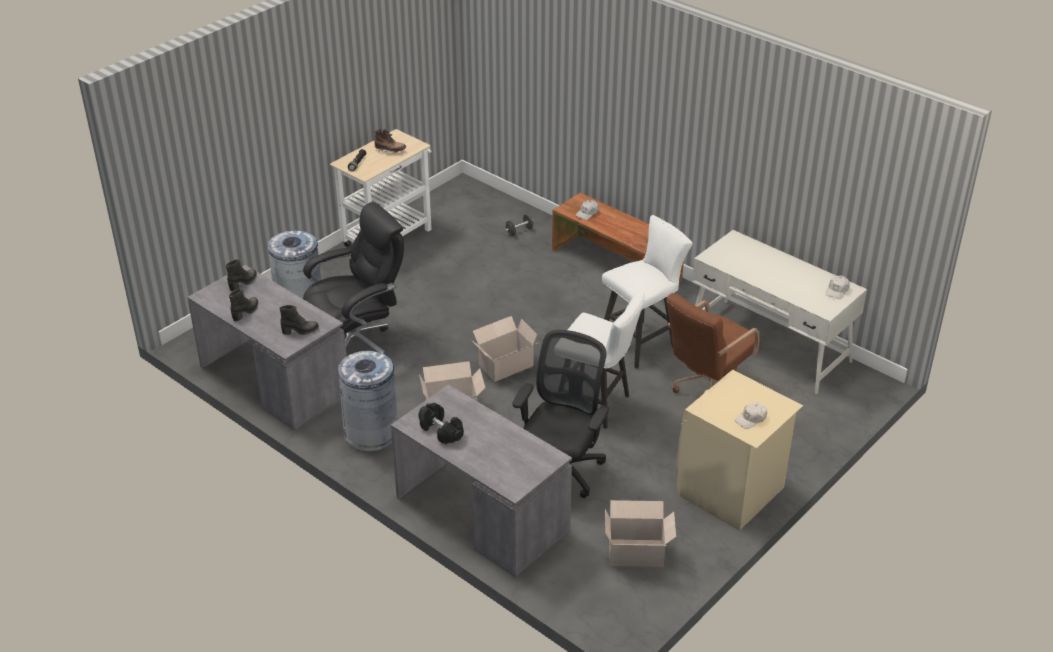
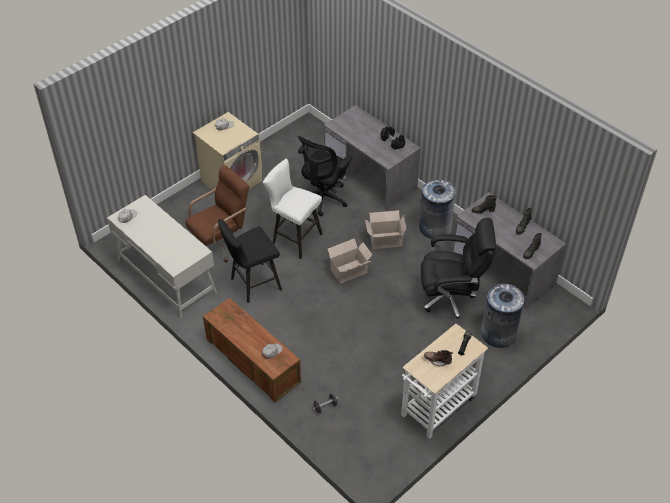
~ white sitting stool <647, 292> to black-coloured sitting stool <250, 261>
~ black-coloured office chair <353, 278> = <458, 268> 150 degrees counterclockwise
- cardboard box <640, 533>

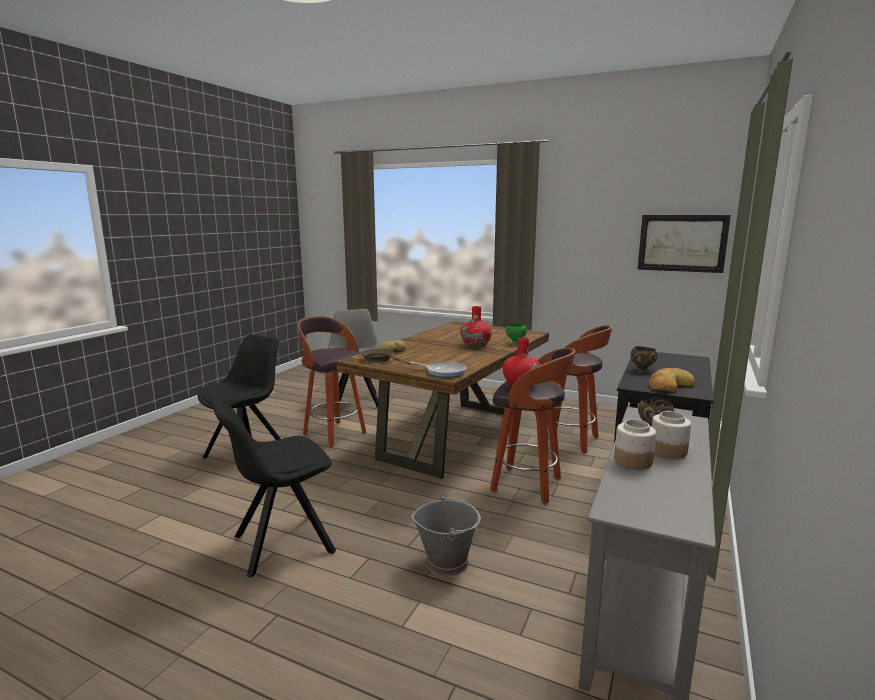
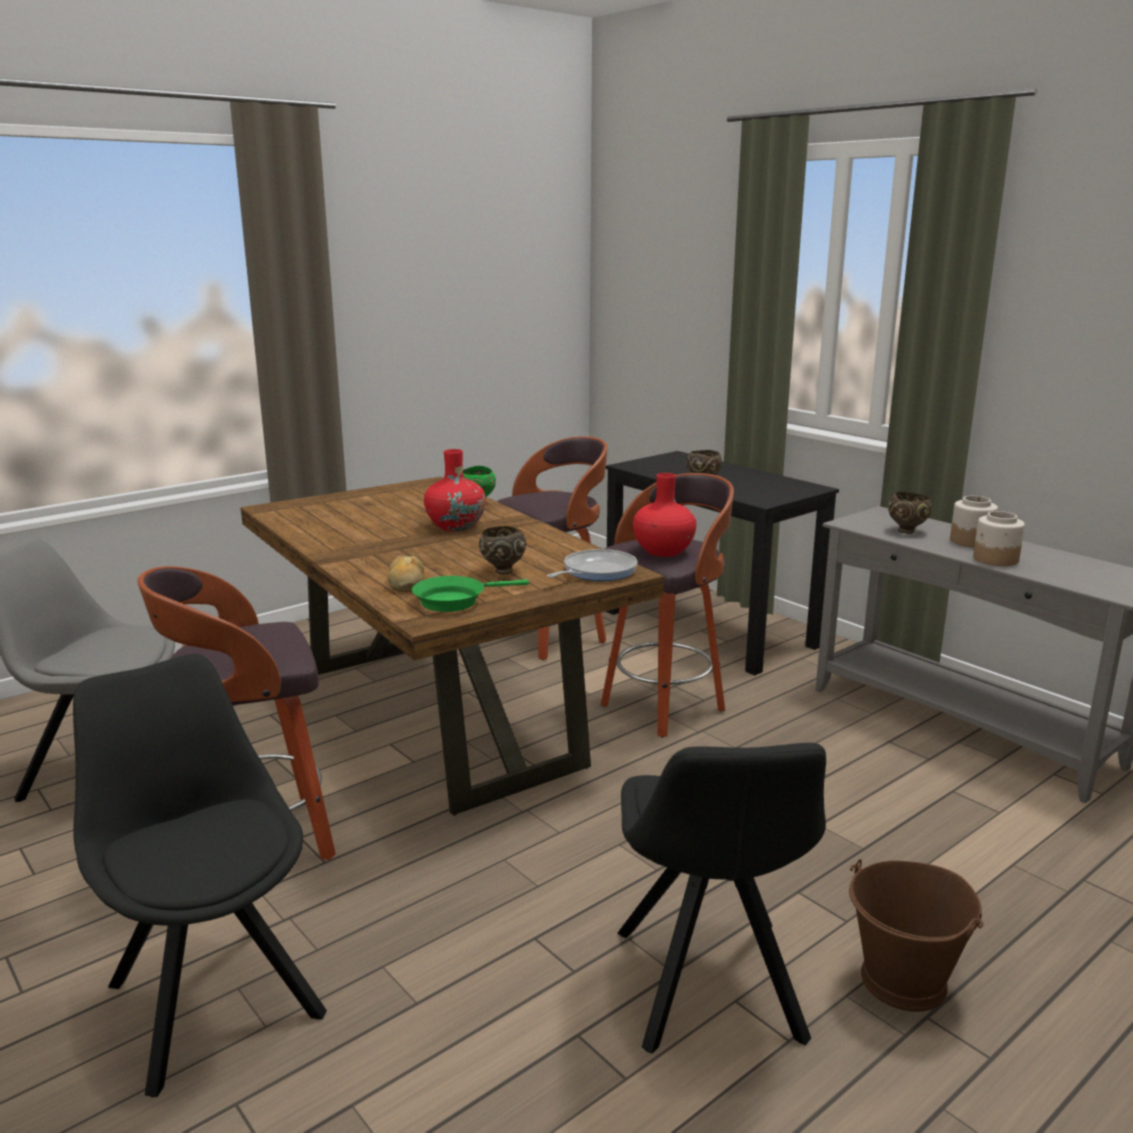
~ brown skillet <385, 357> to green skillet <470, 594>
+ brown serving bowl <502, 550>
+ brown water bucket <916, 935>
- greyish water bucket <446, 535>
- wall picture <684, 244>
- baked bread <672, 380>

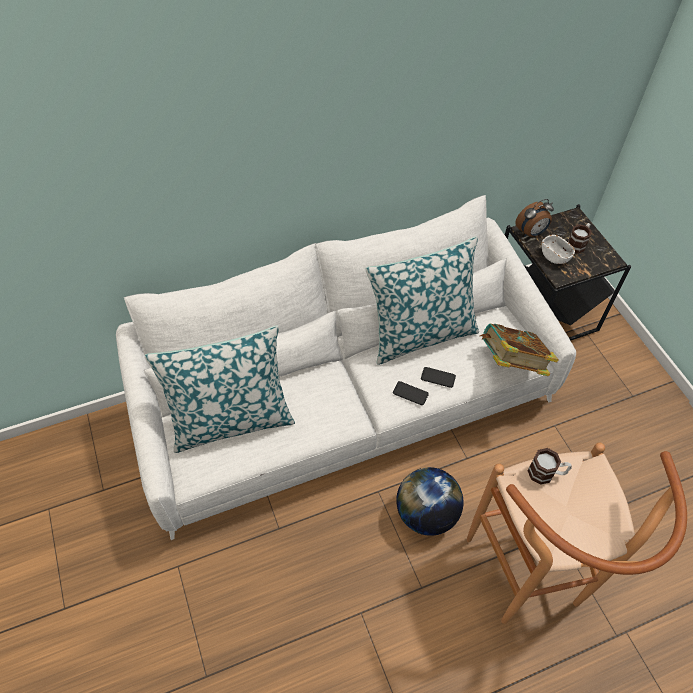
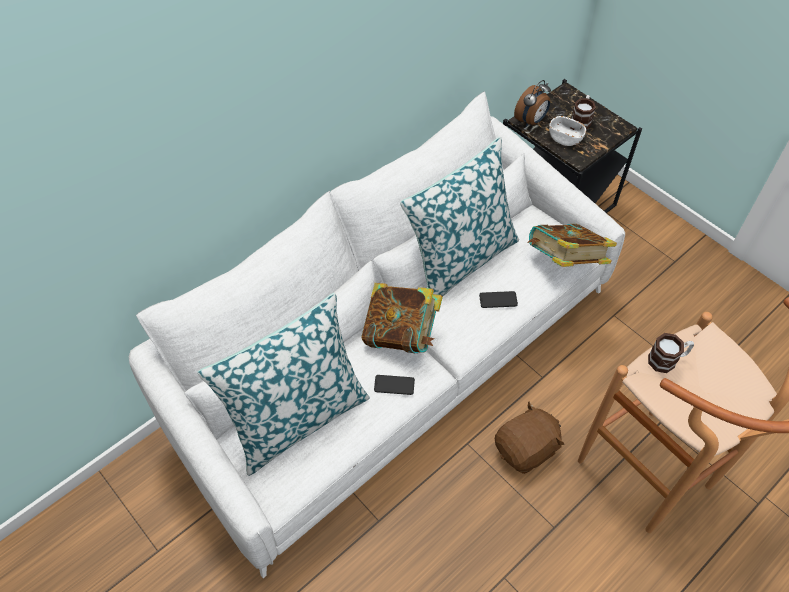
+ bound book <402, 318>
~ telephone <411, 393> to <394, 385>
~ world globe <429, 501> to brown soft toy <529, 438>

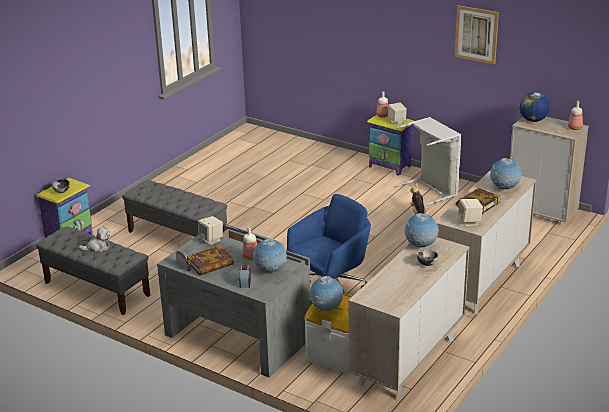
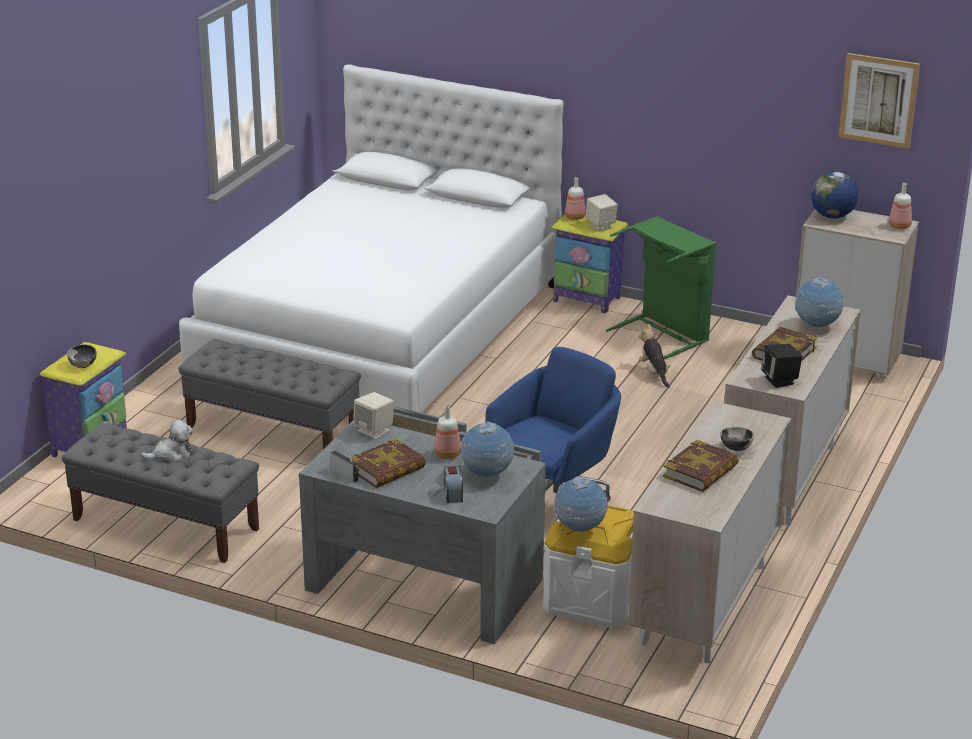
+ white bedroom bed <371, 238>
~ greyish hamper <429, 161> to green hamper <661, 287>
+ bound book <700, 466>
~ beige-coloured loudspeaker <470, 213> to black-coloured loudspeaker <781, 366>
~ wall picture <477, 35> to <879, 101>
- world globe <422, 230>

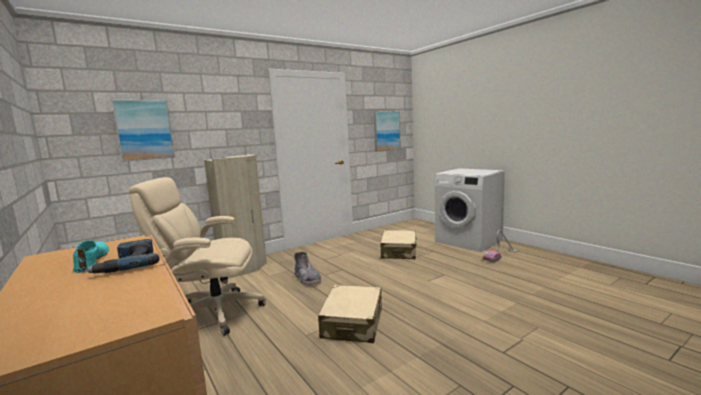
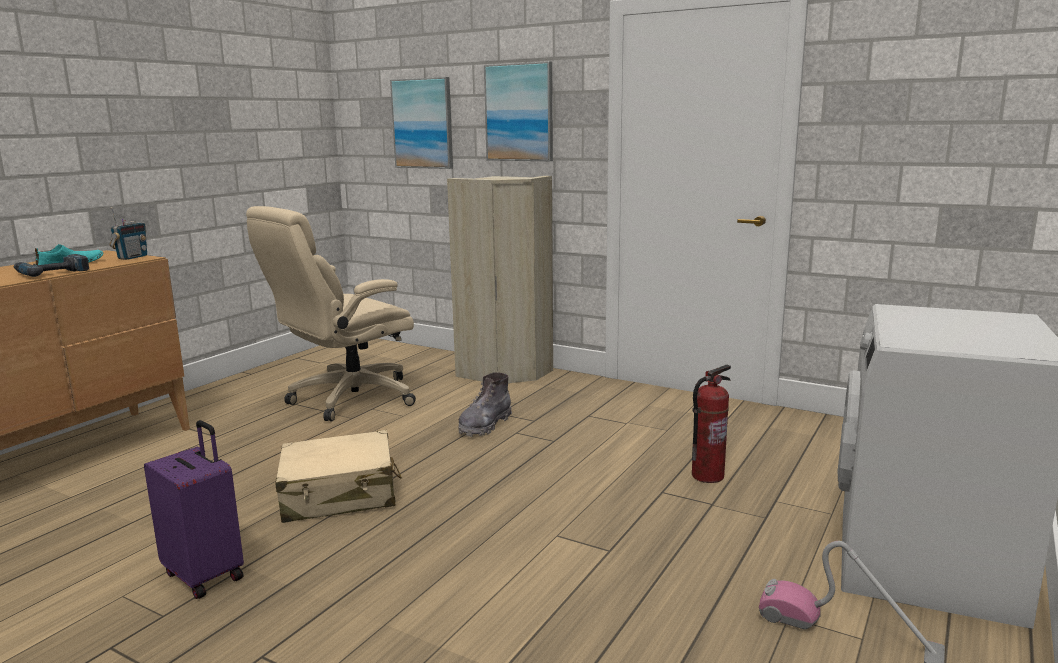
+ radio <128, 233>
+ purple travel case <194, 509>
~ beige-coloured office chair <197, 256> = <331, 313> 105 degrees counterclockwise
~ wall picture <387, 131> to <518, 111>
~ beige-coloured travel case <399, 244> to fire-fighting cylinder <711, 423>

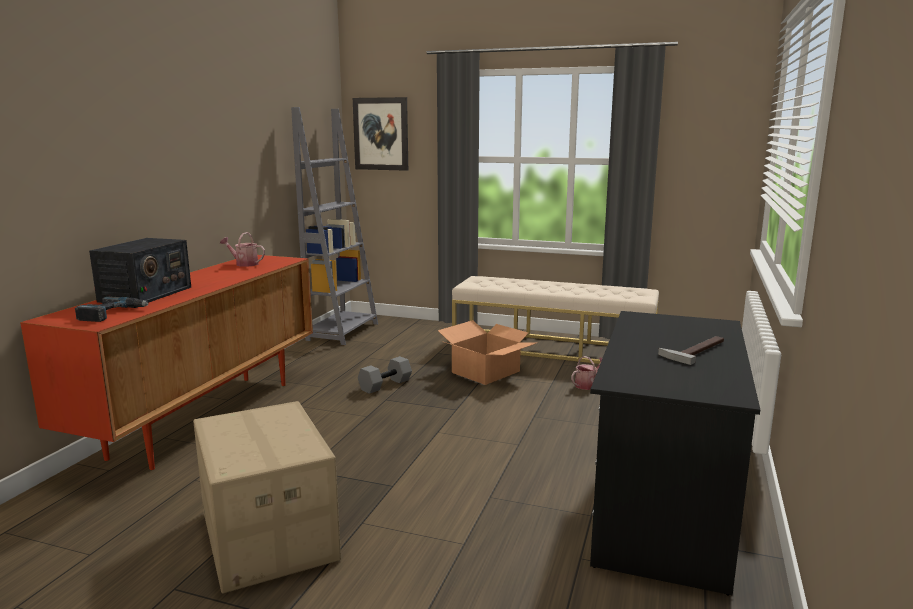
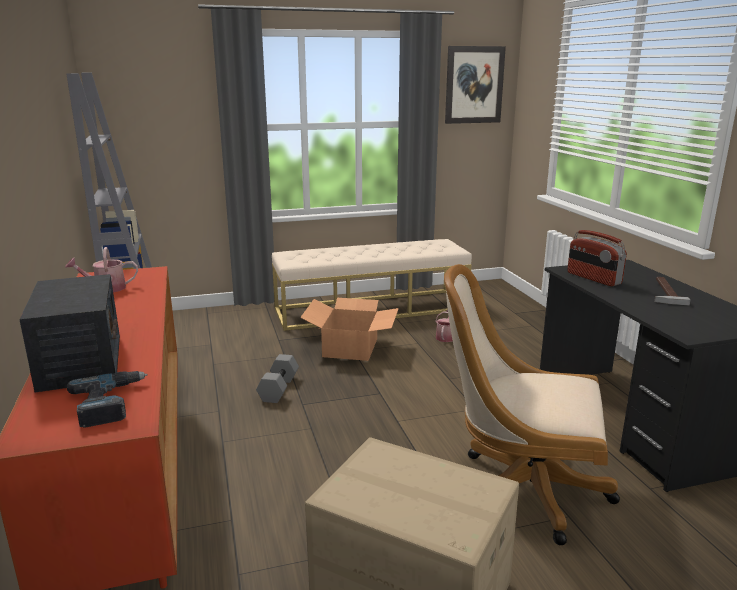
+ office chair <532, 404>
~ wall picture <380, 134> to <475, 85>
+ radio <597, 258>

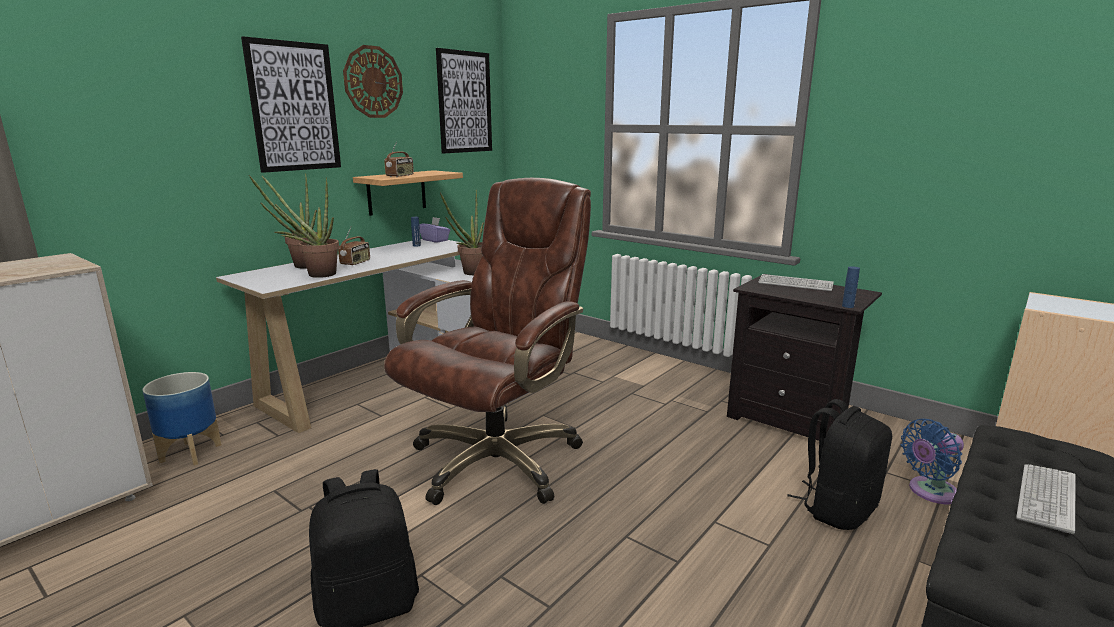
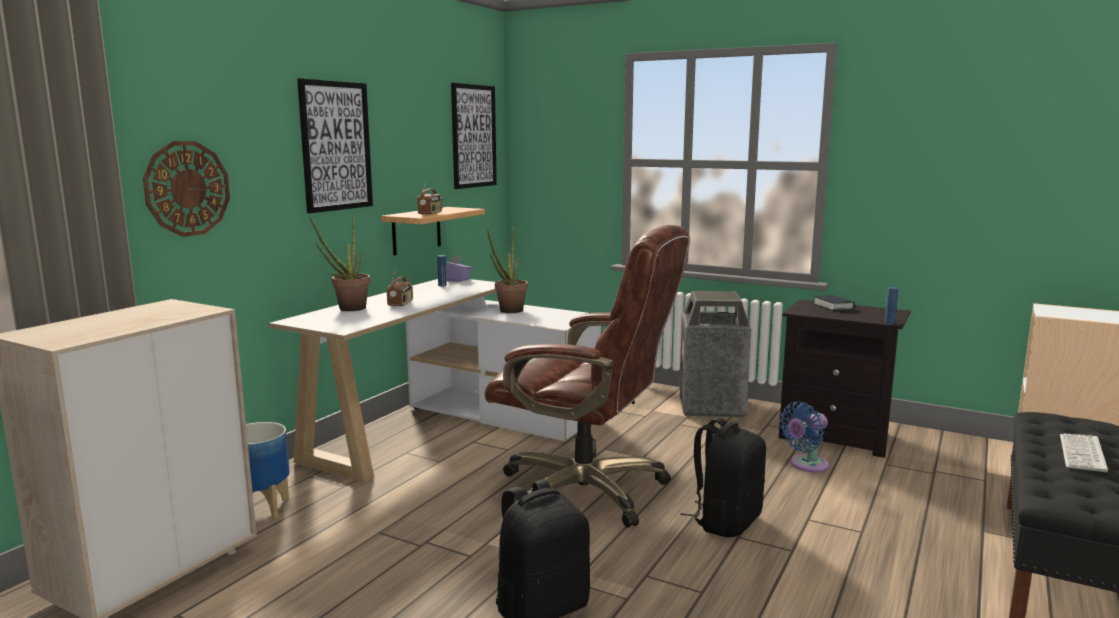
~ clock on the wall <373, 81> to <186, 189>
~ brown office chair <487, 341> = <587, 376> 90 degrees clockwise
+ trash can <715, 354>
~ black-coloured rucksack <839, 464> to <723, 477>
~ bluish electric fan <932, 461> to <804, 436>
~ computer keyboard <796, 282> to bound book <834, 303>
- plant in a pot <300, 227>

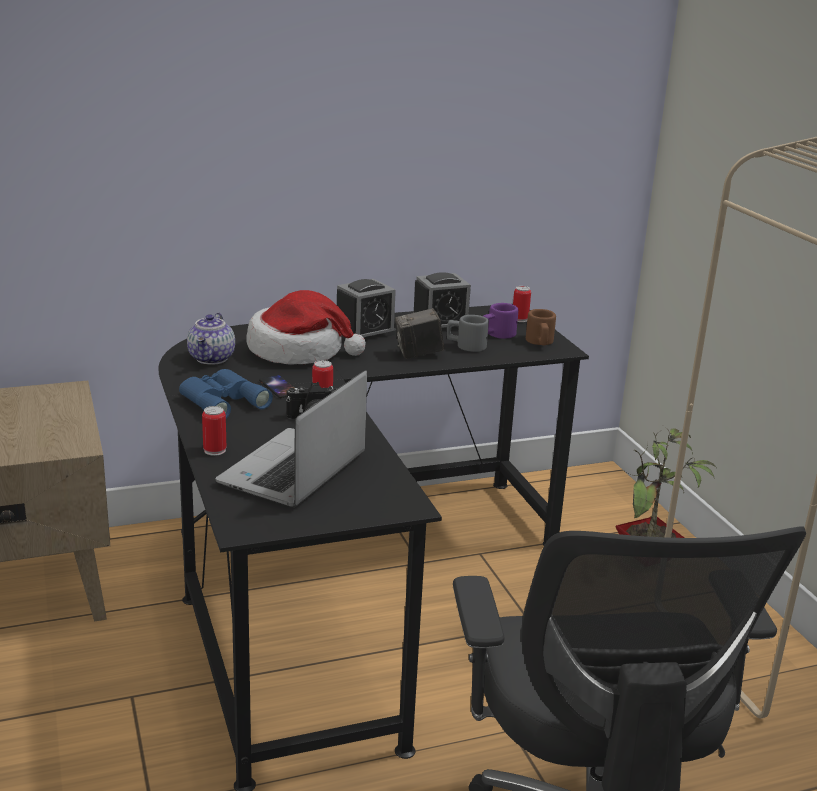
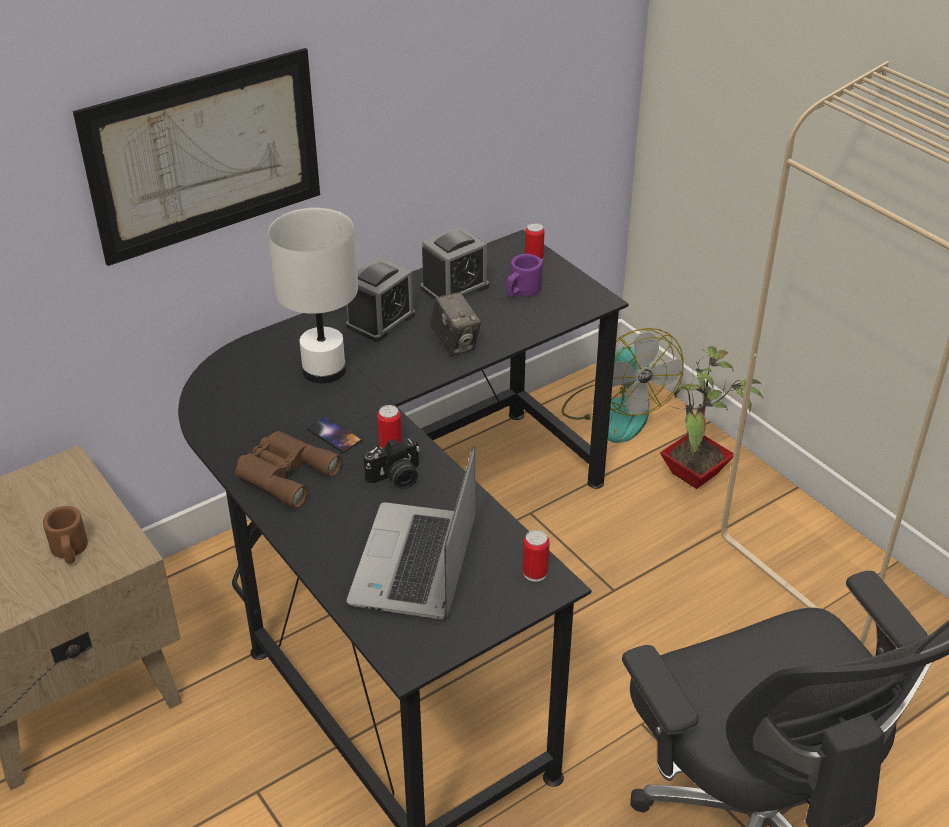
~ brown tea mug <541, 327> to <65, 535>
+ wall picture <196, 157>
~ bluish binoculars <226, 393> to brown binoculars <288, 470>
~ clothing hat <306, 327> to white table lamp <313, 295>
~ photo camera <420, 333> = <455, 324> 90 degrees counterclockwise
~ can <214, 431> to <536, 556>
+ electric fan <623, 385>
- tea pot <211, 339>
- greyish tea mug <468, 333>

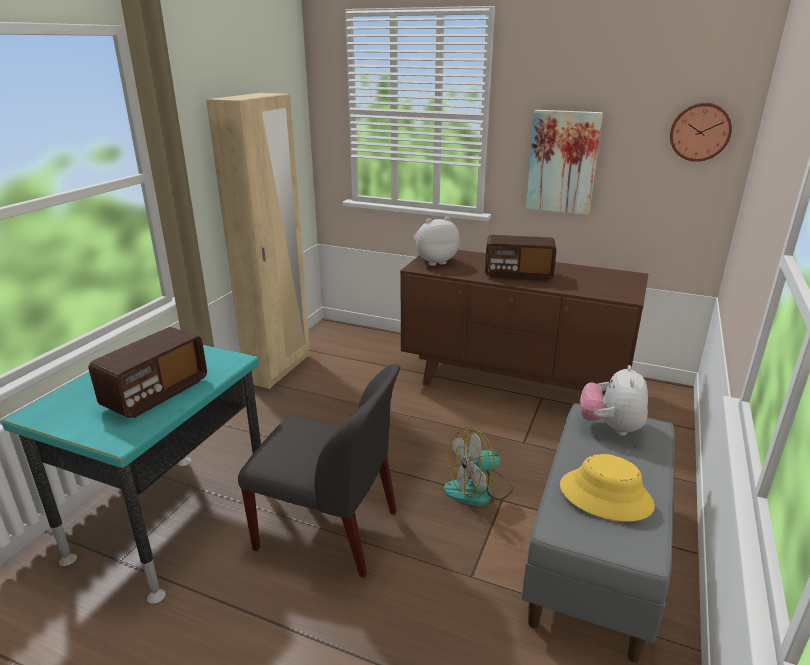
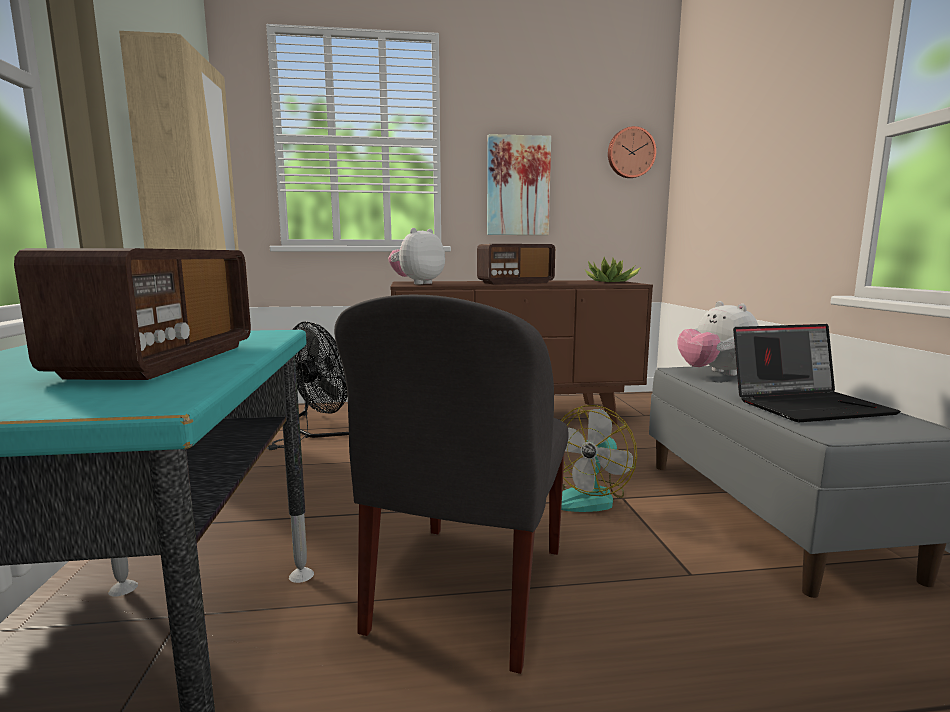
+ black-coloured electric fan <307, 385>
~ greyish upright chair <319, 471> = <451, 484> 120 degrees clockwise
+ plant in a pot <613, 269>
~ yellow-coloured clothing hat <607, 488> to notebook computer <817, 373>

